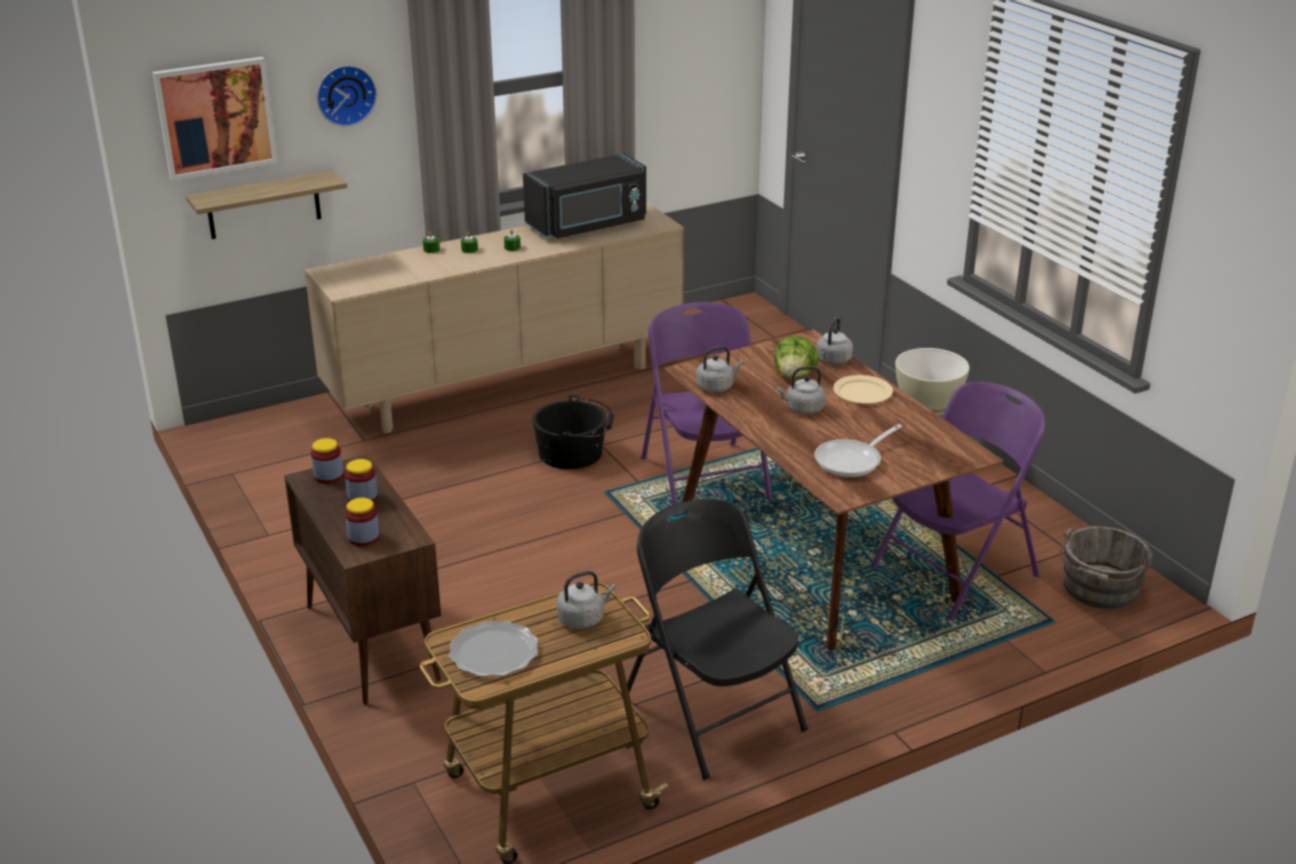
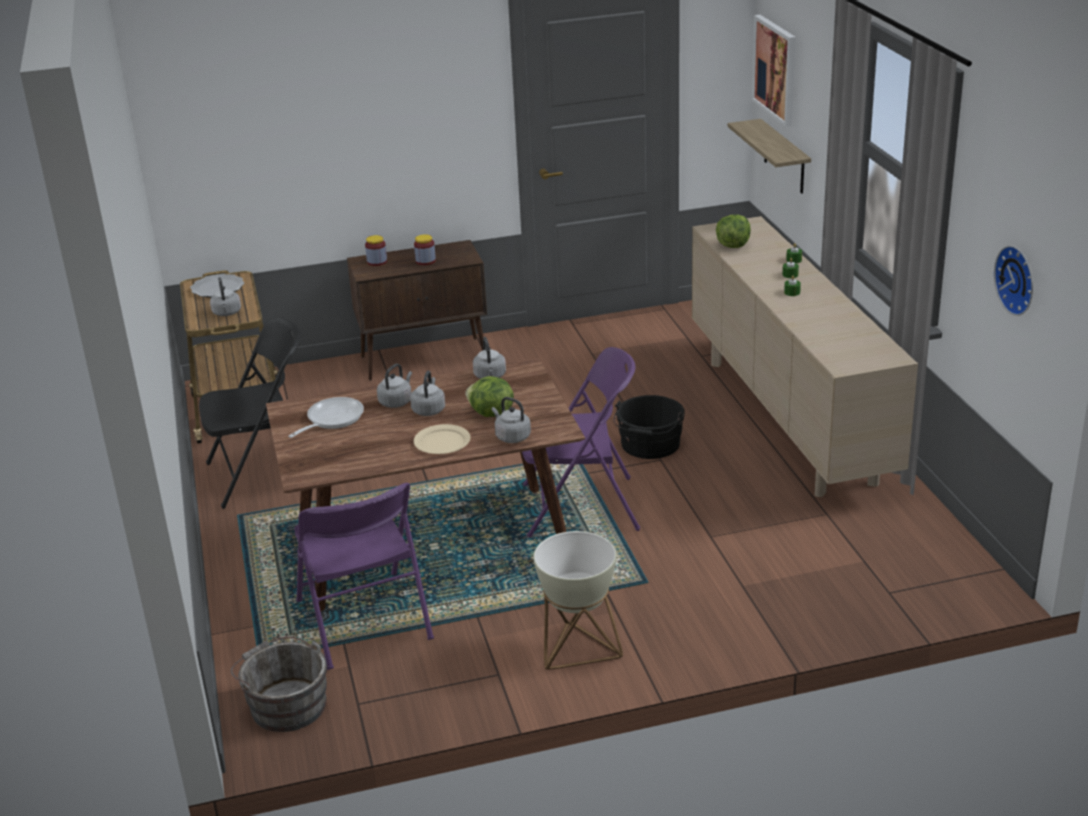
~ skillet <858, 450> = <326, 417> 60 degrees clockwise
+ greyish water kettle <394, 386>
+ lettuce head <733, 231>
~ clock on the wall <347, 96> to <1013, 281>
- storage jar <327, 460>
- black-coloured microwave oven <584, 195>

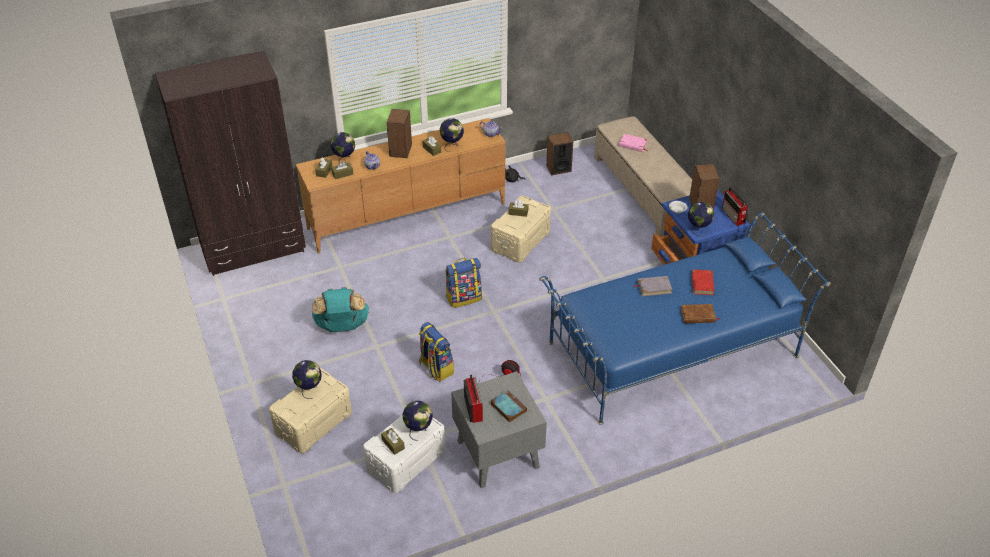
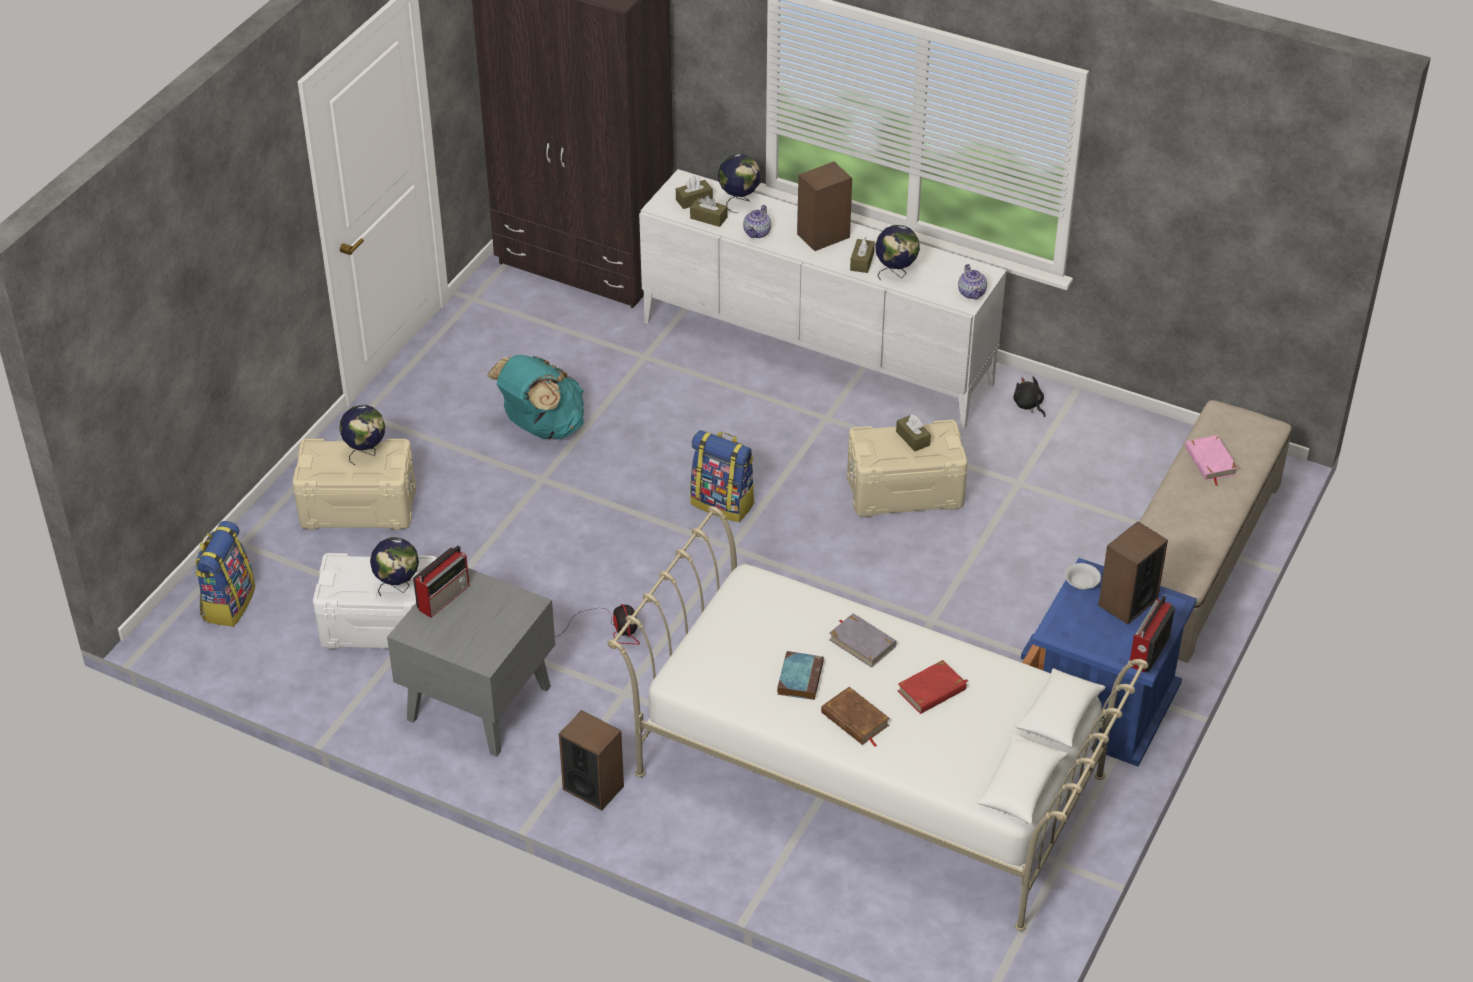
~ rucksack <436, 351> to <224, 574>
~ loudspeaker <559, 153> to <591, 760>
~ bluish bedroom bed <685, 318> to white bedroom bed <877, 718>
~ brown cabinet <401, 186> to white cabinet <823, 299>
~ bound book <509, 406> to <800, 675>
- brown tissue holder <393, 441>
- world globe <701, 219>

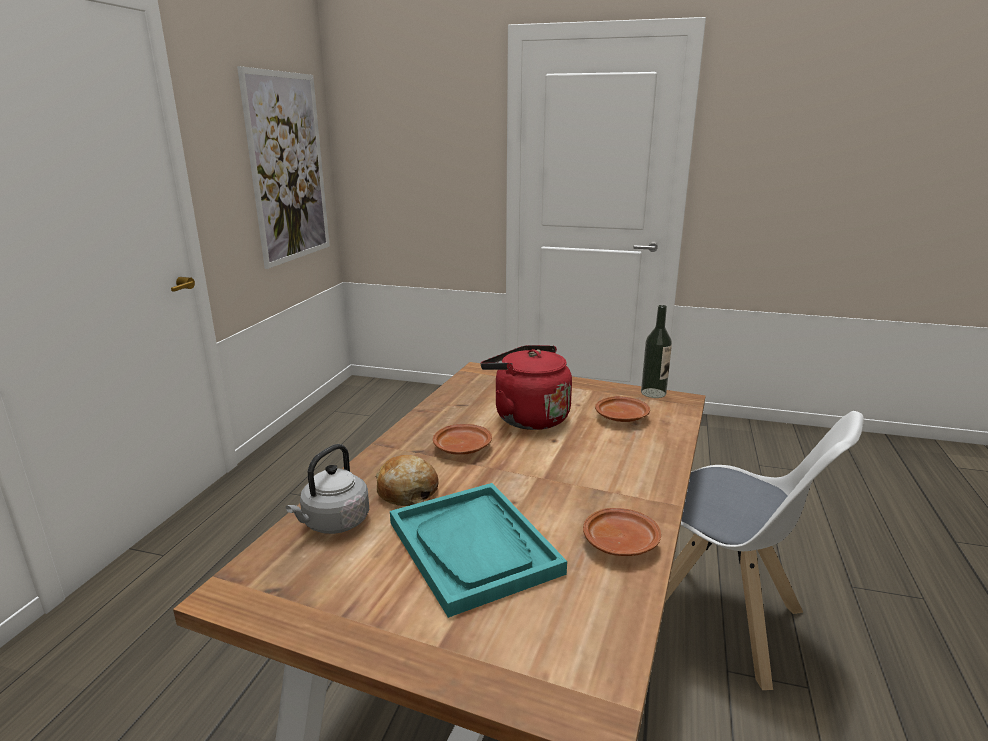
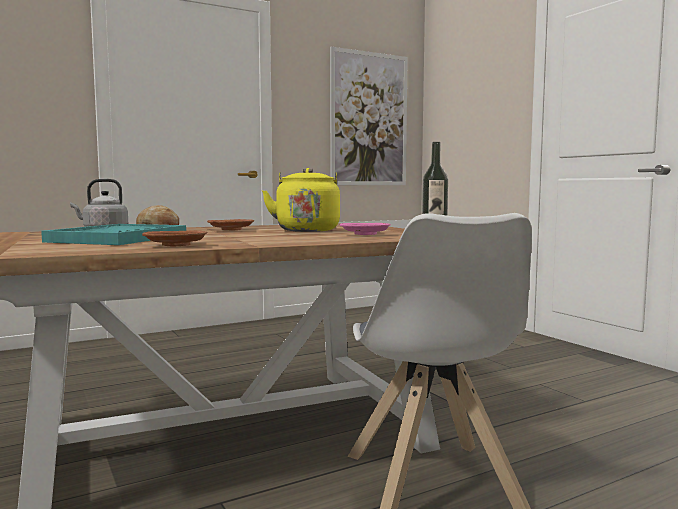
~ reddish water kettle <526, 387> to yellow-coloured water kettle <301, 200>
~ brown dinner plate <622, 409> to pink dinner plate <365, 229>

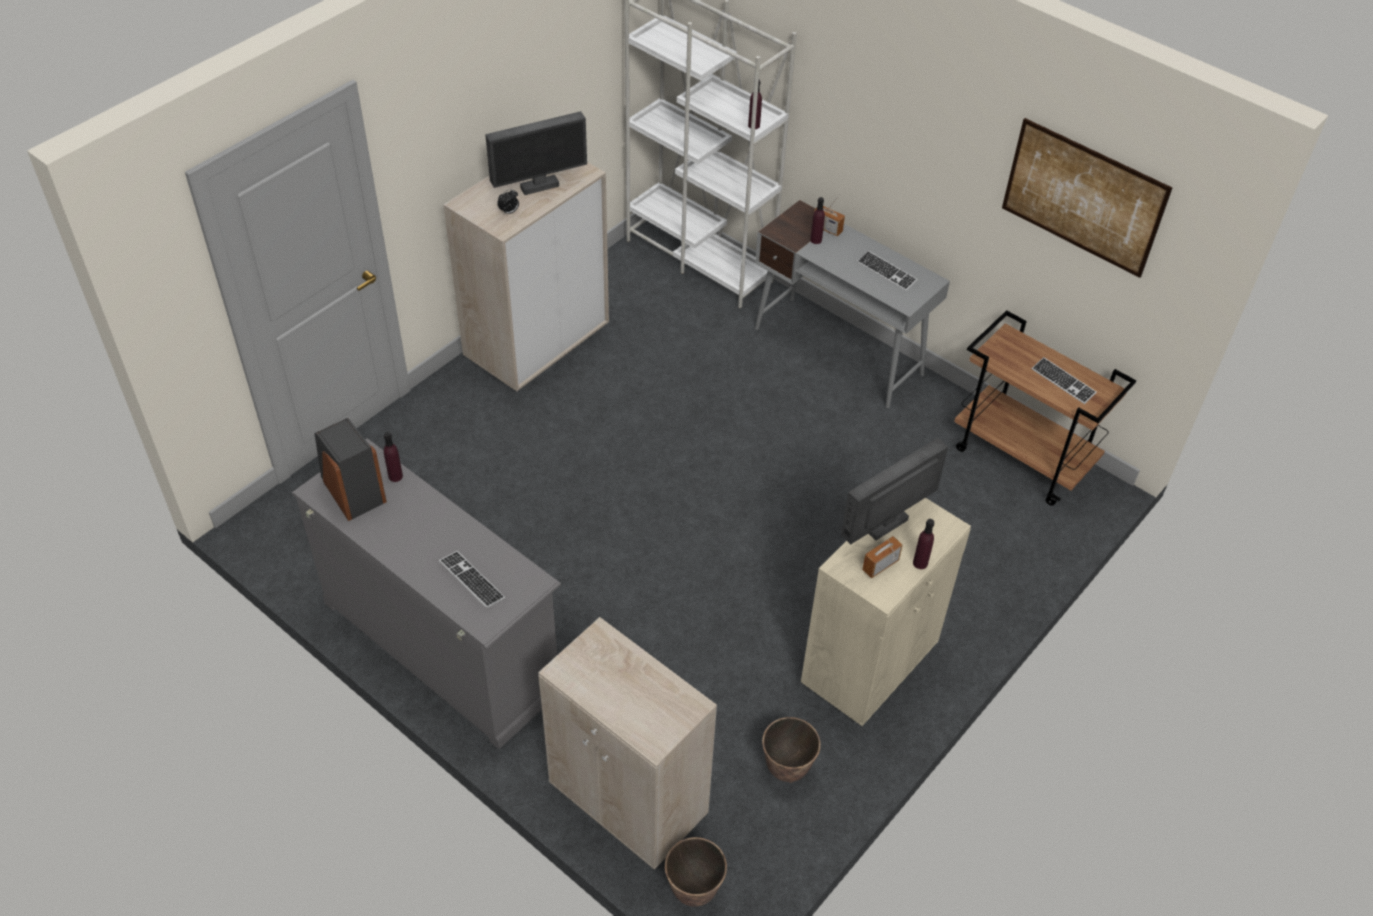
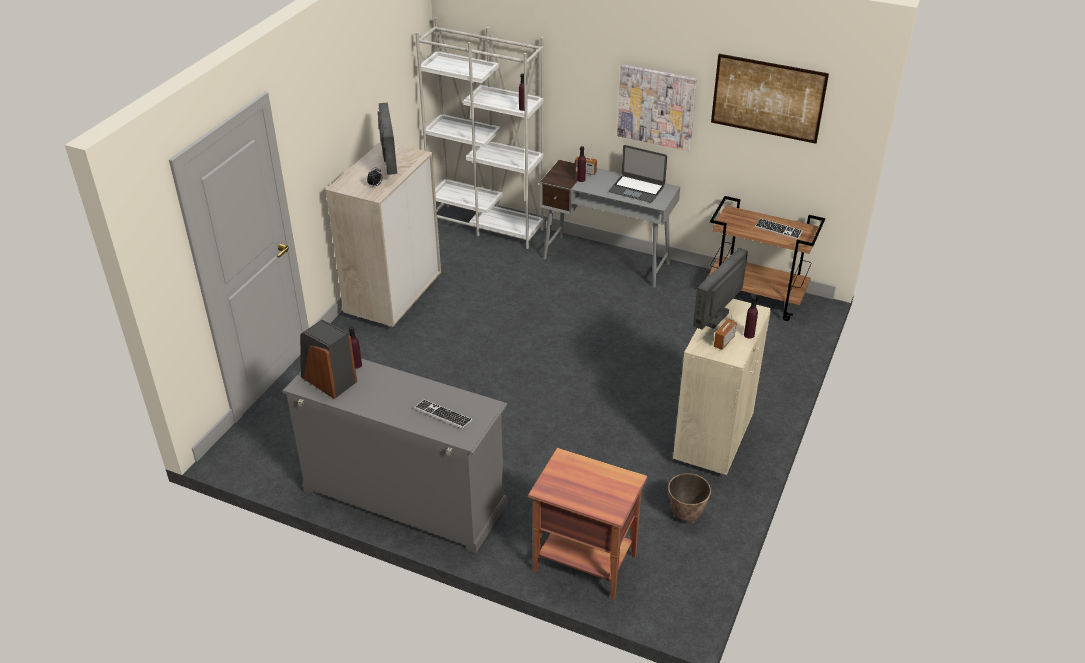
~ computer screen <536, 153> = <387, 139> 60 degrees counterclockwise
~ beige-coloured cabinet <627, 743> to night table <587, 524>
~ computer keyboard <887, 271> to notebook computer <638, 173>
+ wall picture <657, 107>
- plant pot <696, 872>

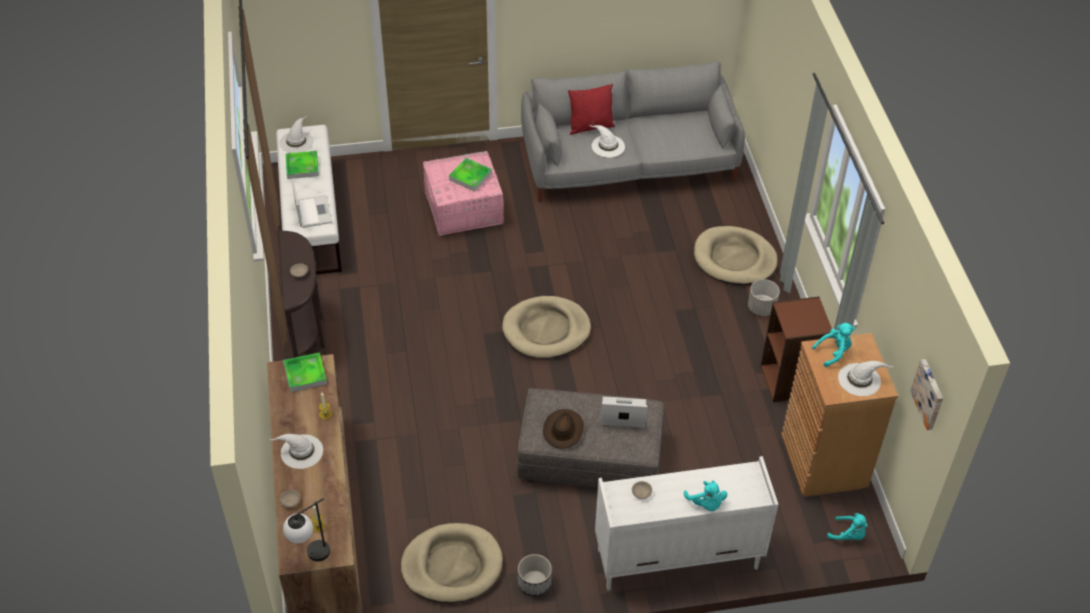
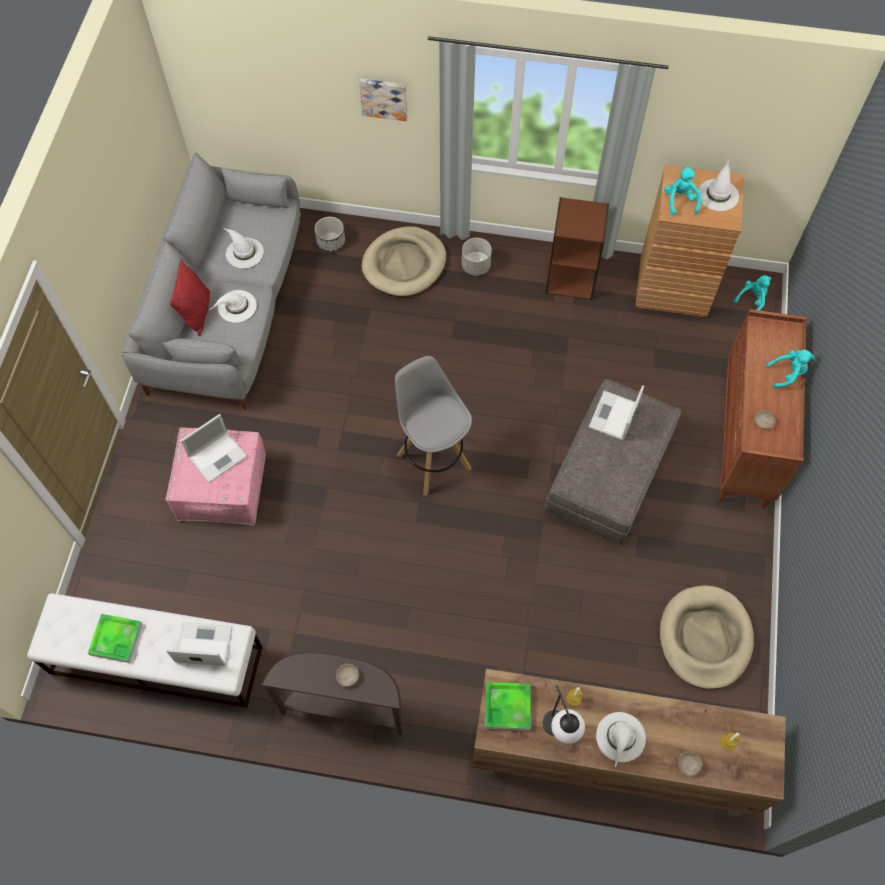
~ tray <470, 174> to notebook computer <213, 448>
~ white clothing hat <296, 134> to <243, 247>
~ plant pot <535, 575> to <329, 235>
~ wall picture <926, 394> to <383, 99>
~ beige-coloured dog bed <546, 327> to greyish sitting stool <433, 426>
~ table lamp <306, 529> to <564, 714>
~ white cabinet <687, 523> to brown cabinet <762, 409>
- brown clothing hat <563, 429>

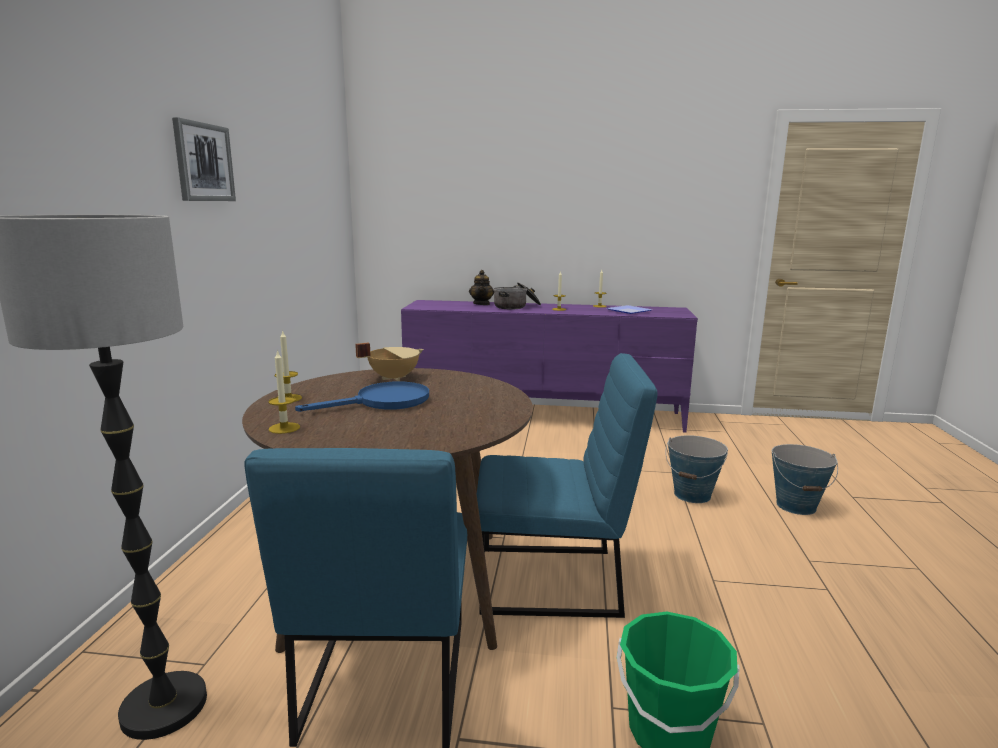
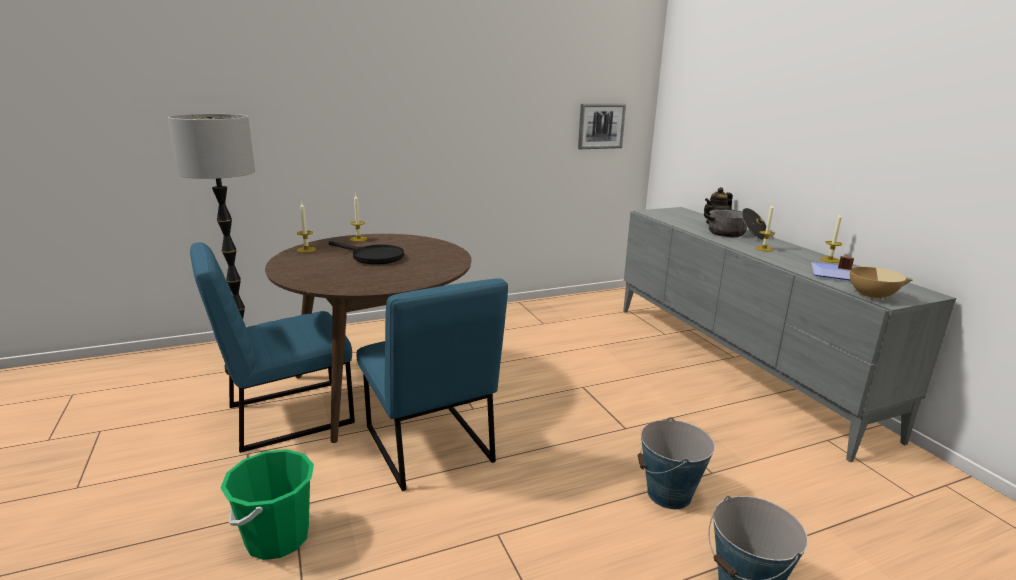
~ bluish skillet <362, 397> to black-coloured skillet <366, 253>
~ wall picture <204, 159> to <602, 126>
~ purple cabinet <549, 366> to greyish cabinet <789, 334>
~ beige-coloured cooking pot <389, 362> to <876, 278>

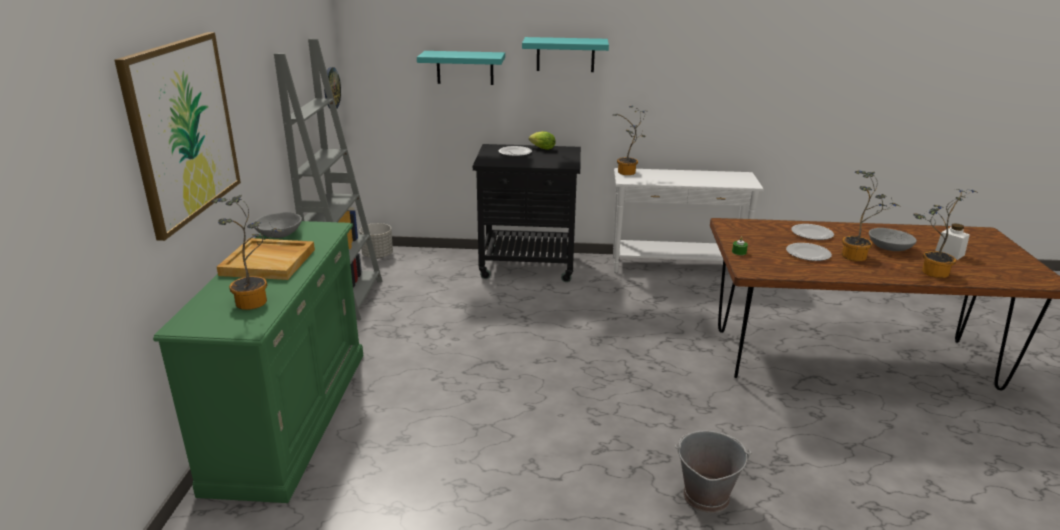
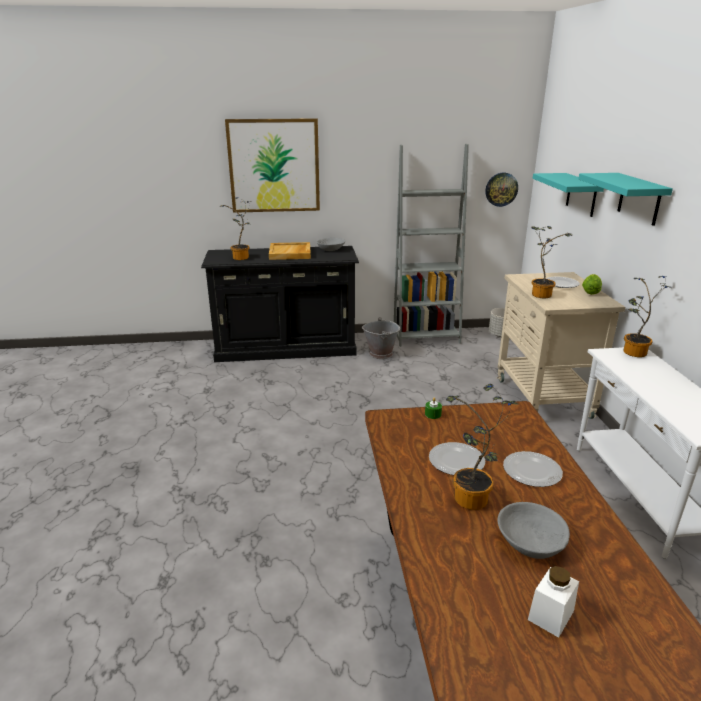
~ green cabinet <258, 362> to black-coloured cabinet <280, 304>
~ greyish water bucket <713, 472> to <381, 338>
~ black-coloured trolley <527, 213> to beige-coloured trolley <561, 345>
~ plant in a pot <946, 233> to <551, 262>

